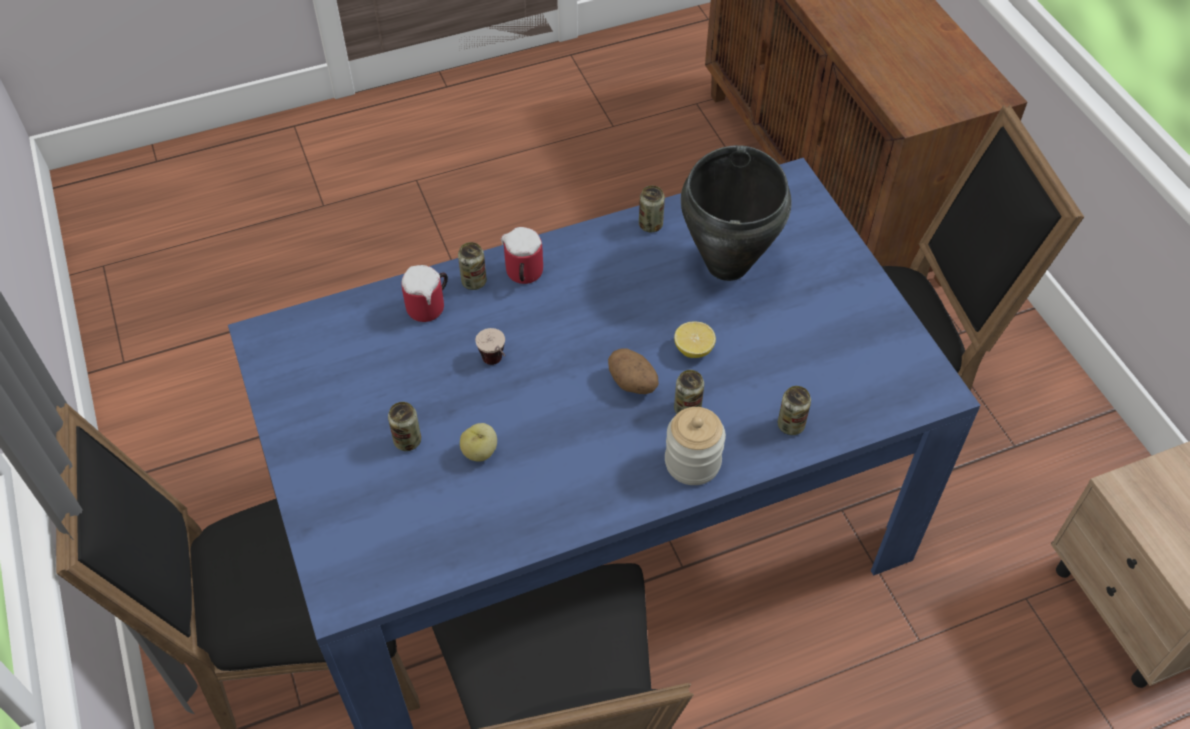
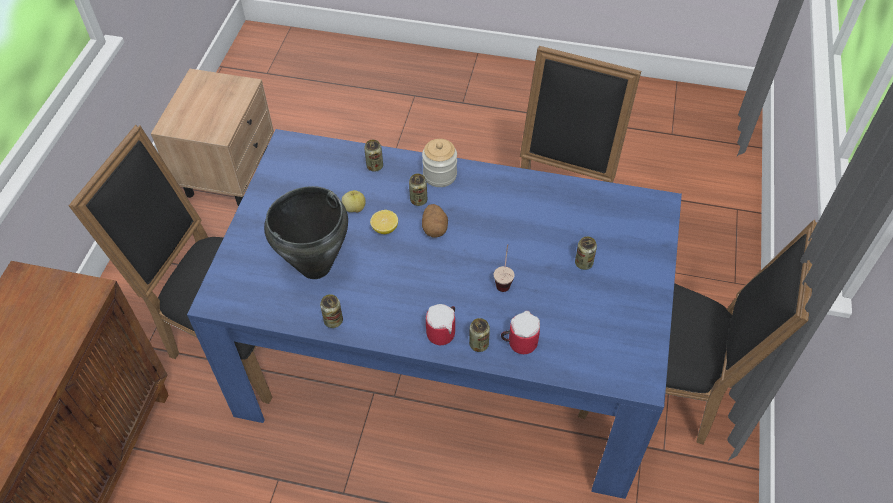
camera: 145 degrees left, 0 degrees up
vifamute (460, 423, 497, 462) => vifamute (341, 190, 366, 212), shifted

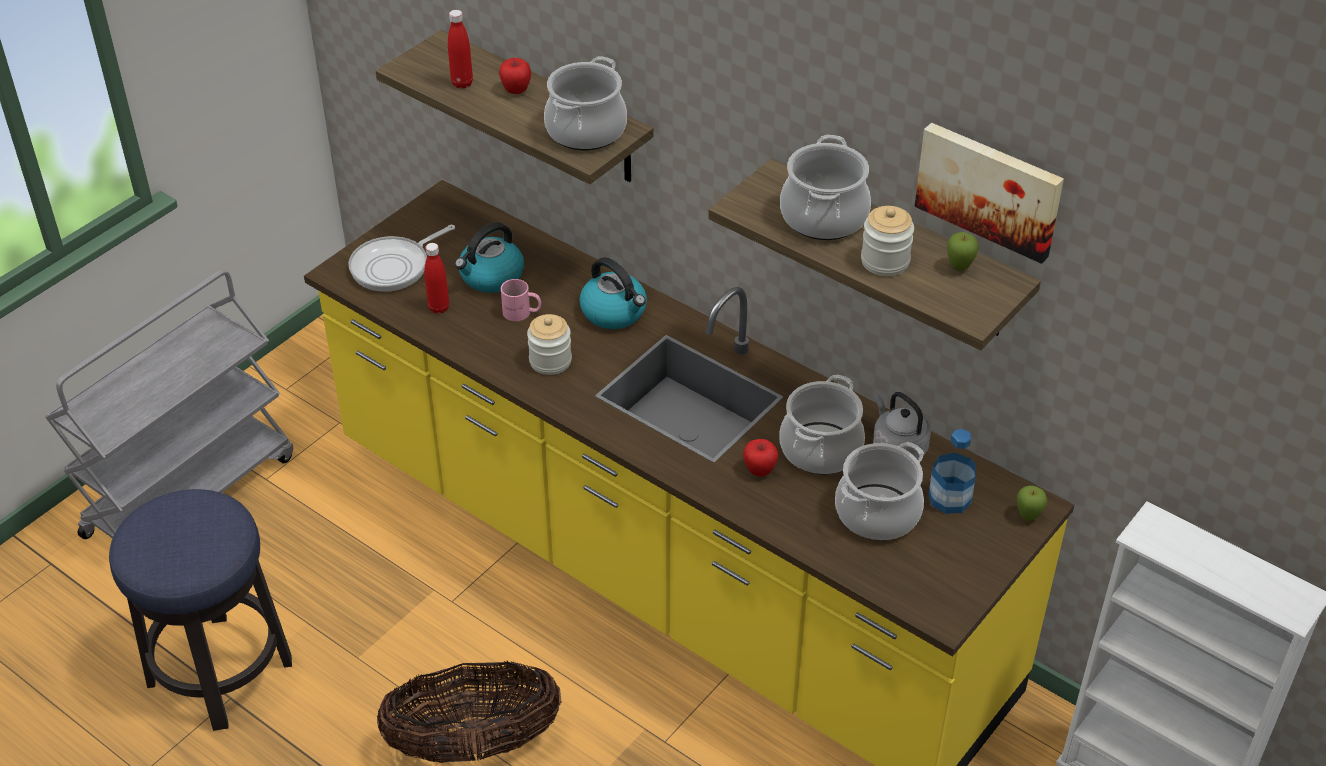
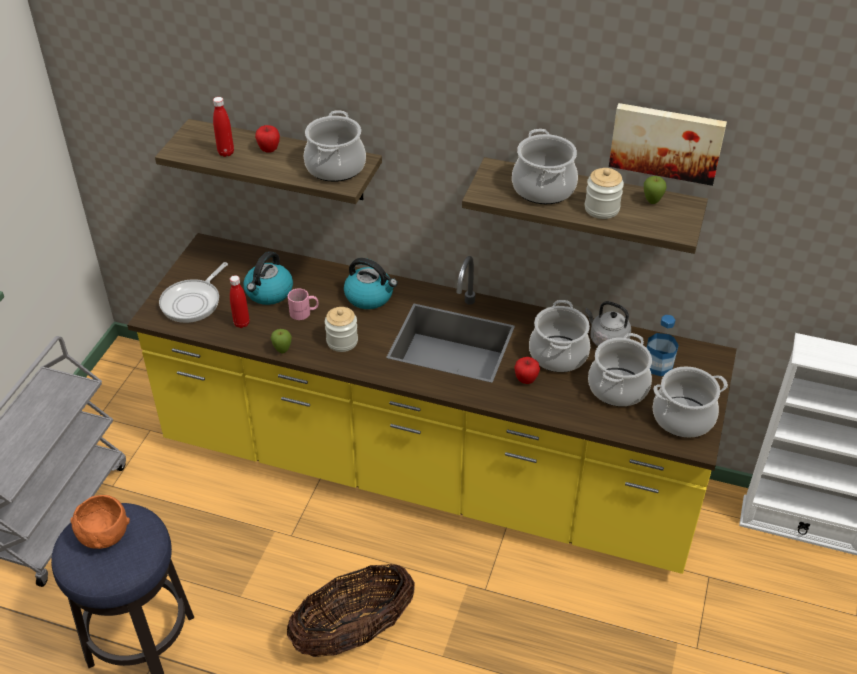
camera: 20 degrees left, 0 degrees up
nothing => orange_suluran (70, 495, 130, 549)
nothing => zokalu (653, 366, 728, 438)
vifamute (1017, 485, 1048, 521) => vifamute (270, 329, 292, 354), shifted

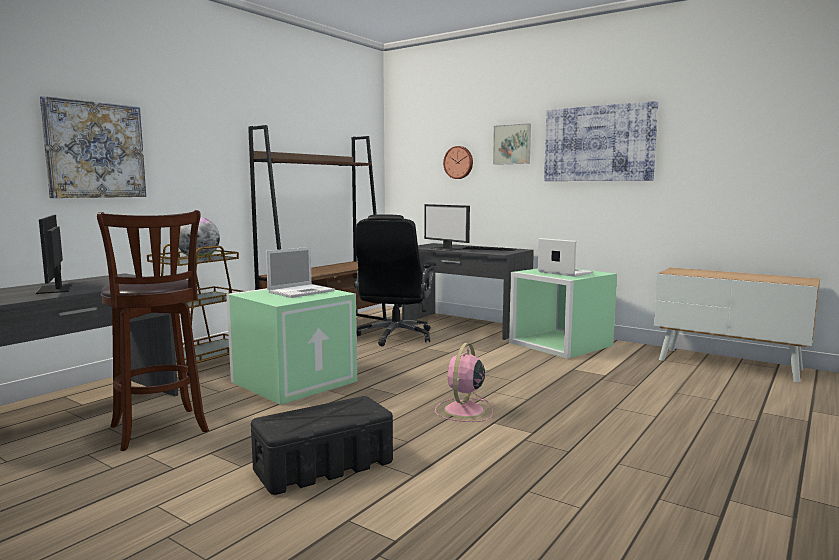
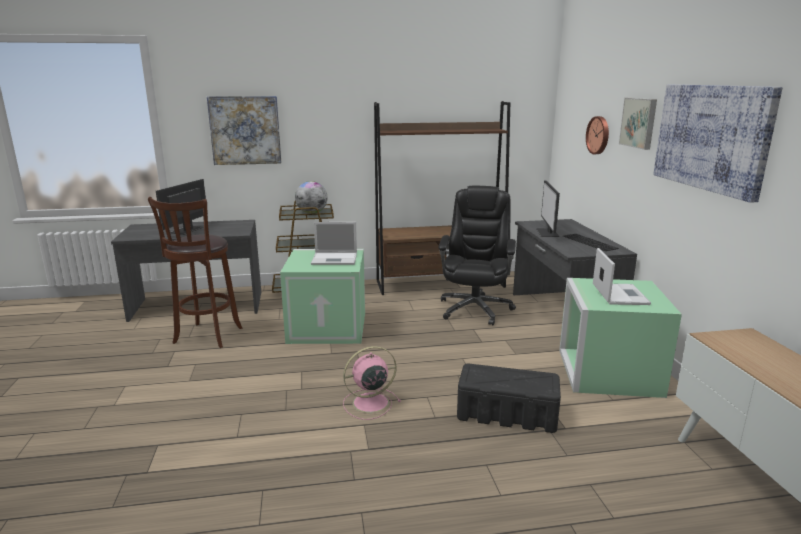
camera: 45 degrees right, 10 degrees up
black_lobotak (251, 396, 393, 495) => black_lobotak (457, 363, 561, 433), shifted
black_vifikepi (354, 214, 436, 346) => black_vifikepi (438, 186, 516, 325), 135 degrees clockwise

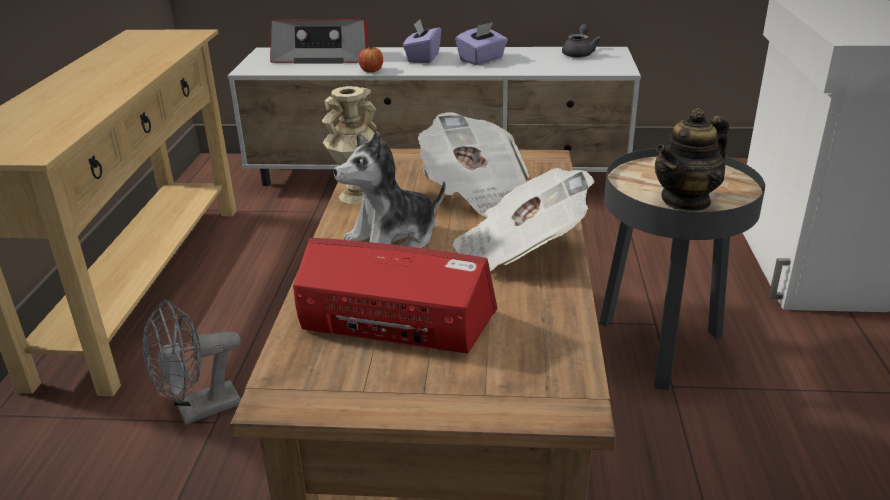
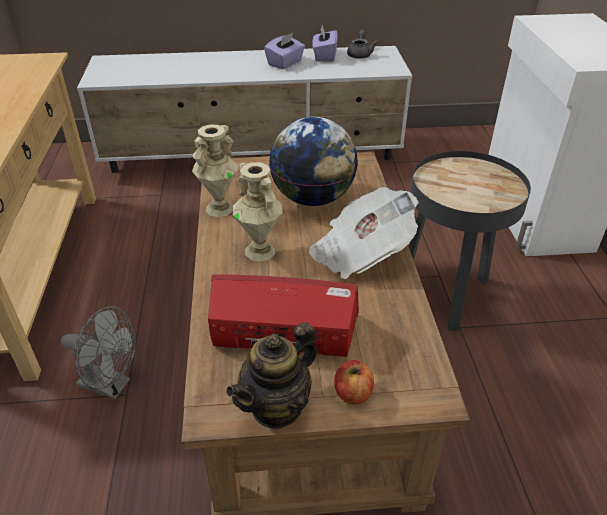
camera: 10 degrees left, 10 degrees up
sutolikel (270, 19, 368, 64) => nothing
vifamute (359, 46, 383, 73) => vifamute (334, 360, 374, 405), shifted
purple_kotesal (403, 19, 441, 63) => purple_kotesal (312, 25, 338, 62), shifted
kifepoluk (655, 108, 729, 211) => kifepoluk (226, 322, 317, 430), shifted
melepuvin (334, 131, 445, 248) => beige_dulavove (233, 162, 283, 262)
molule (418, 112, 529, 217) => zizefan (269, 117, 358, 206)
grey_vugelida (143, 299, 241, 425) => grey_vugelida (61, 306, 136, 399), 120 degrees counterclockwise

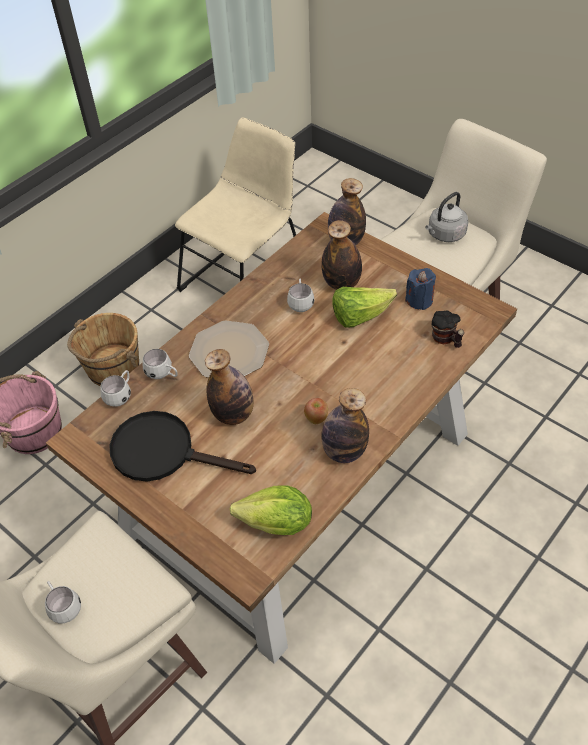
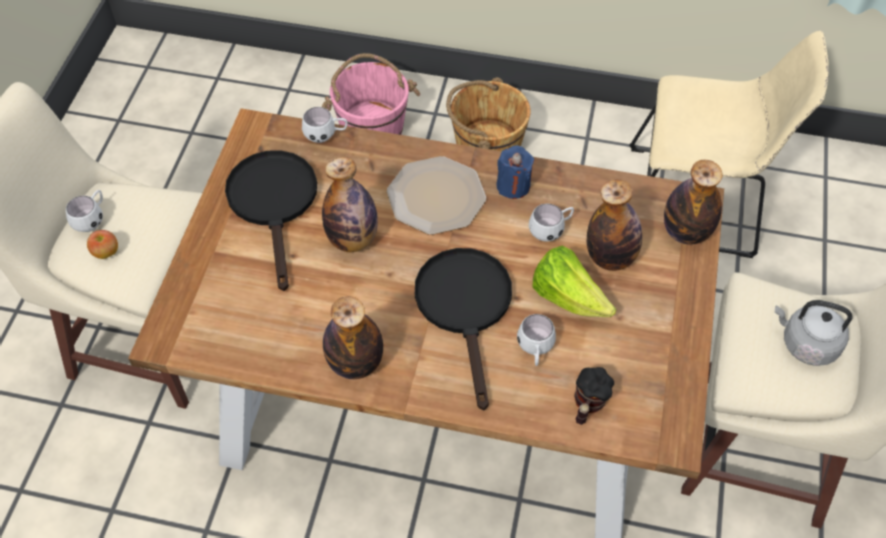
camera: 60 degrees right, 5 degrees up
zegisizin (230, 485, 312, 535) => nothing
nothing => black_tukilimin (415, 248, 512, 411)
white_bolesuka (143, 349, 178, 379) => white_bolesuka (517, 314, 556, 366), shifted
vifamute (304, 398, 328, 424) => vifamute (87, 230, 118, 259), shifted
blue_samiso (405, 268, 436, 310) => blue_samiso (496, 145, 534, 199), shifted

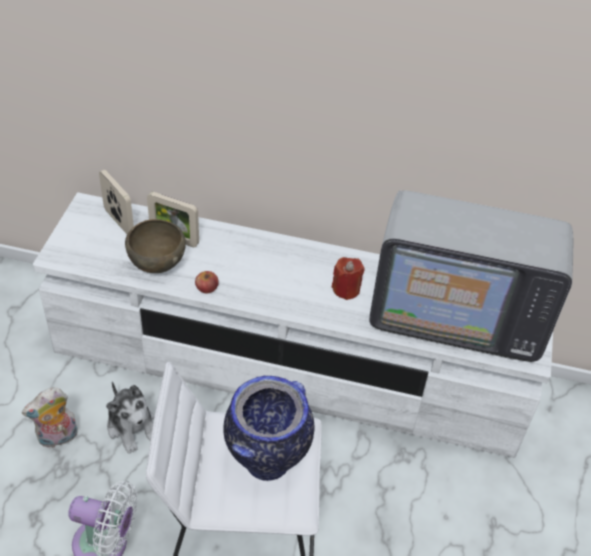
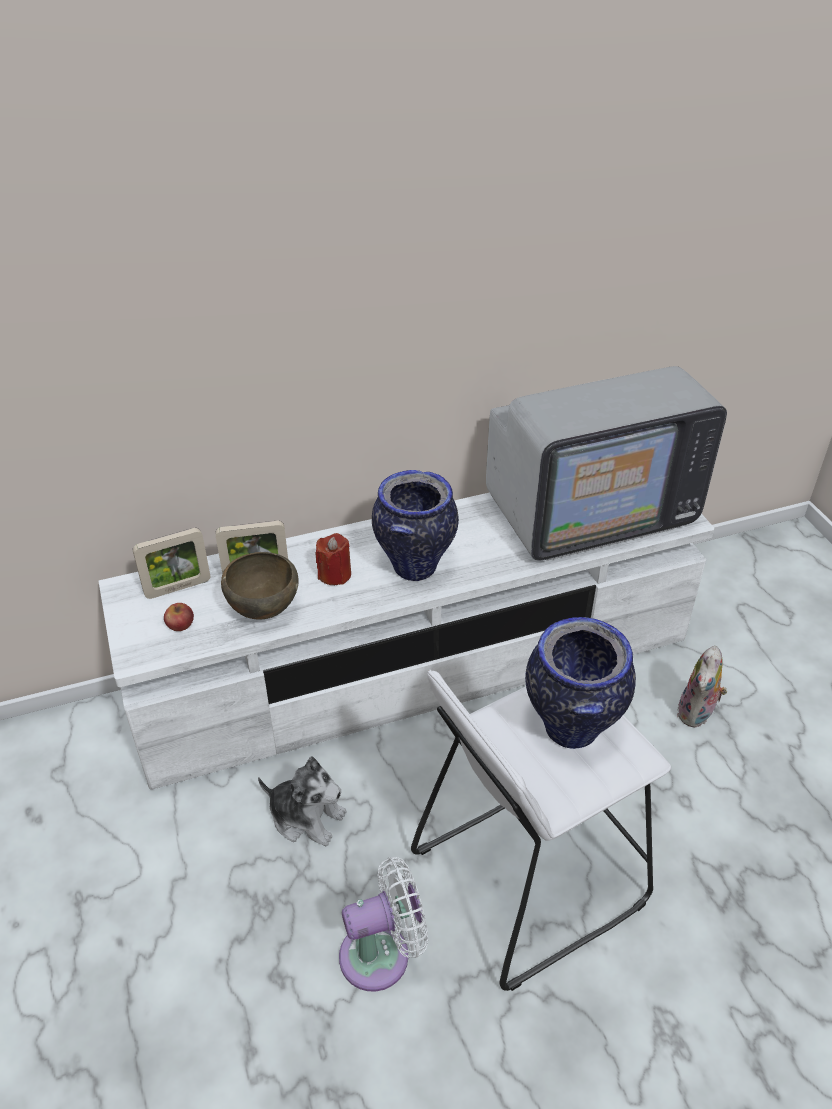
camera: 30 degrees left, 5 degrees down
nothing => dulavove (372, 470, 459, 581)
melepuvin (22, 387, 78, 448) => melepuvin (677, 646, 727, 728), shifted
vifamute (195, 271, 219, 293) => vifamute (164, 603, 194, 631), shifted
red_samiso (332, 257, 365, 300) => red_samiso (316, 533, 351, 585), shifted
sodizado (99, 169, 134, 234) => sodizado (133, 528, 210, 599), 135 degrees clockwise

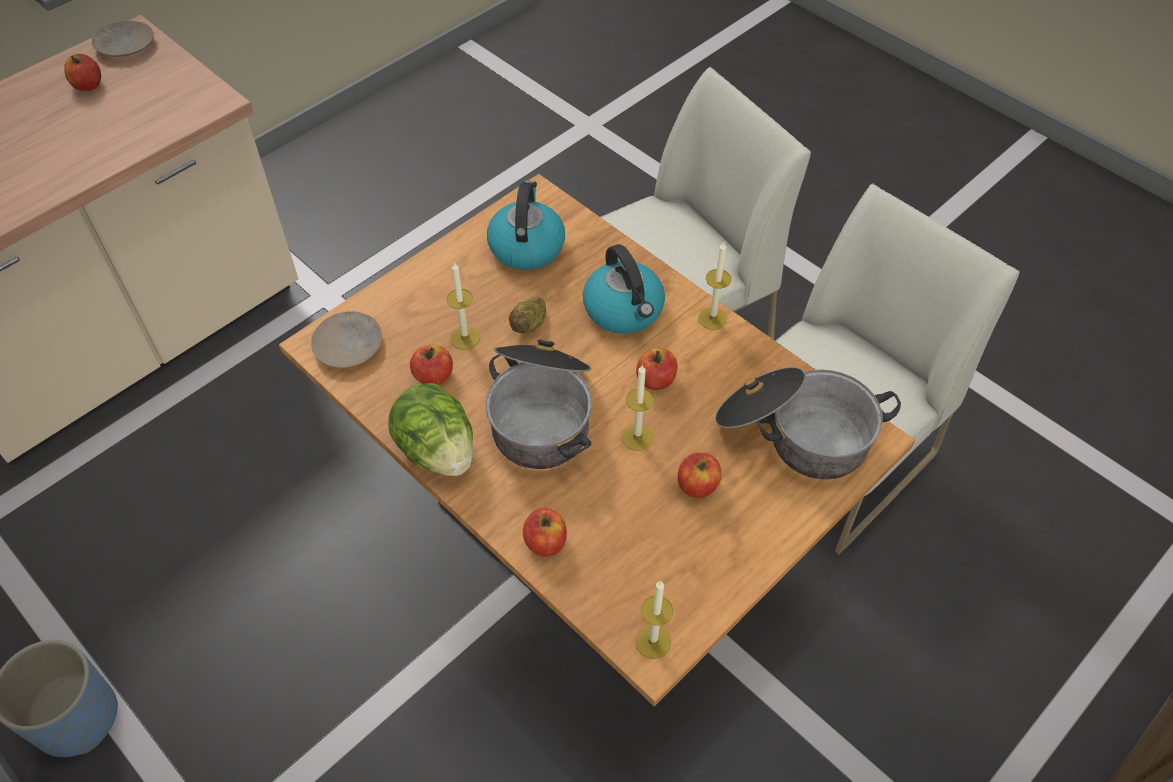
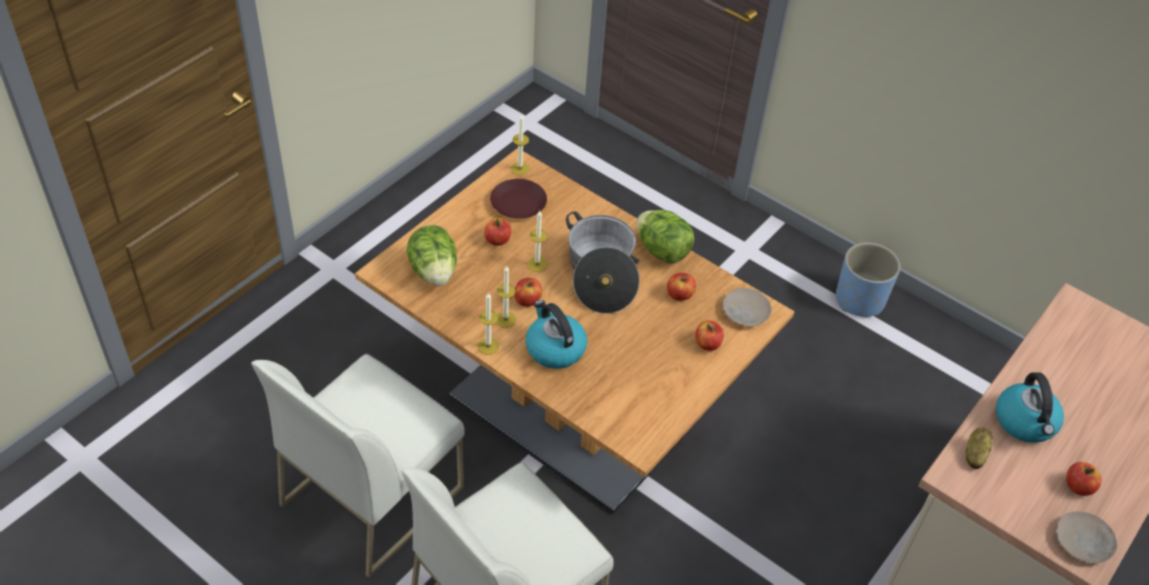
camera: 170 degrees right, 5 degrees down
nothing => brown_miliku (490, 179, 547, 219)
samiso (447, 262, 480, 350) => samiso (496, 266, 516, 328), shifted
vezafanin (487, 180, 565, 270) => vezafanin (996, 372, 1064, 443), shifted
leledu (509, 297, 546, 333) => leledu (965, 427, 993, 469), shifted
vifamute (523, 508, 567, 557) => vifamute (696, 320, 724, 351), shifted
zokalu (715, 367, 901, 479) => zegisizin (406, 225, 457, 286)

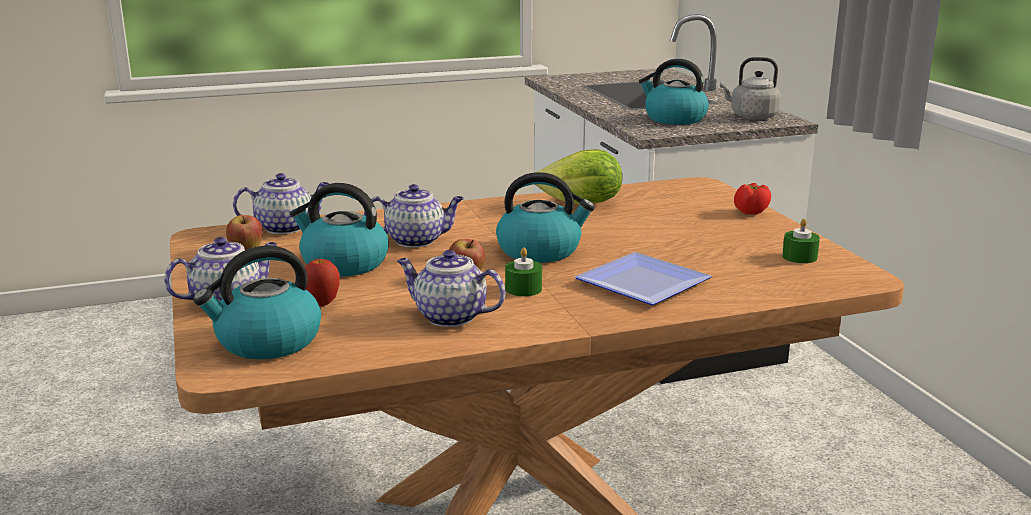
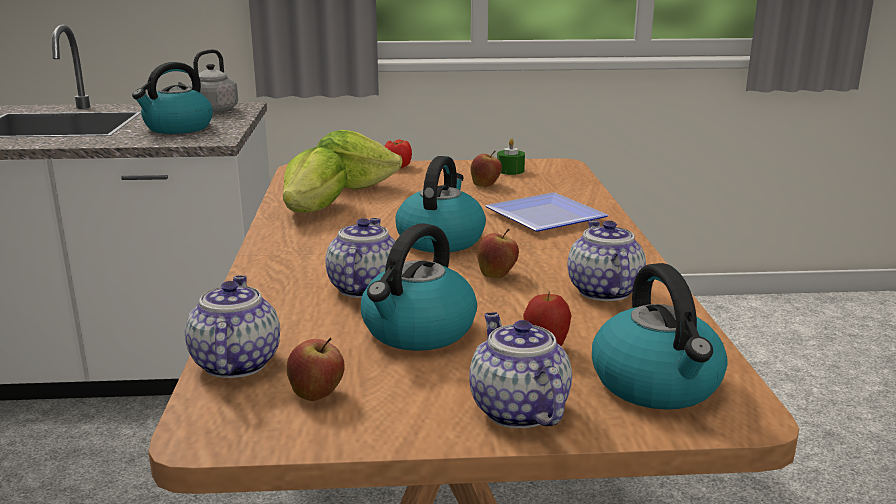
camera: 75 degrees left, 0 degrees up
green_samiso (505, 248, 542, 296) => nothing
nothing => zegisizin (317, 130, 403, 190)
nothing => vifamute (471, 151, 502, 187)
kifepoluk (397, 250, 505, 327) => kifepoluk (567, 220, 646, 301), 135 degrees clockwise

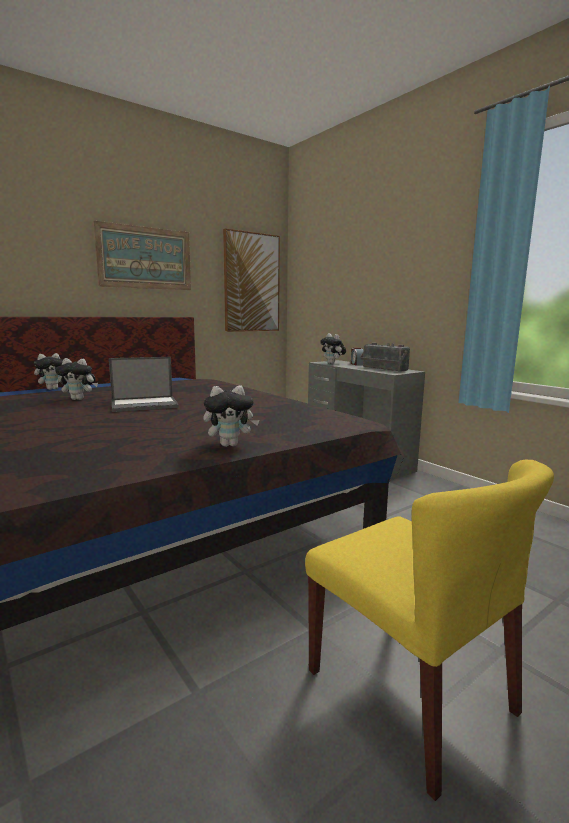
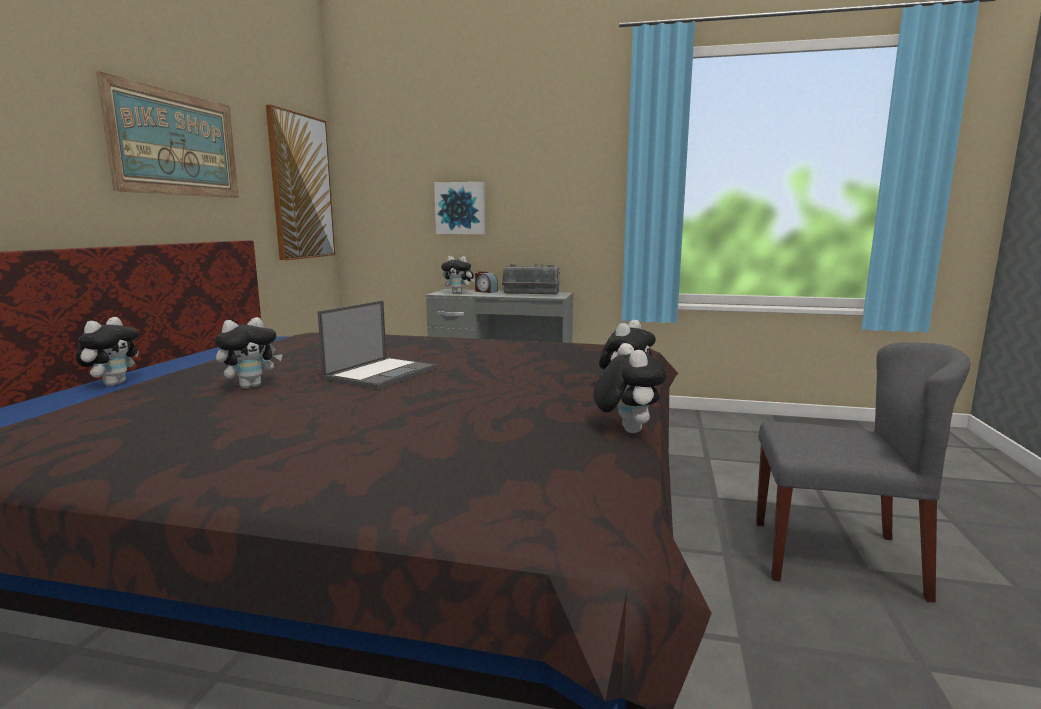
camera: 40 degrees left, 0 degrees up
nothing => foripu (434, 182, 485, 234)
nothing => melepuvin (593, 343, 666, 433)
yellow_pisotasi (305, 459, 554, 801) => grey_pisotasi (756, 342, 970, 603)

